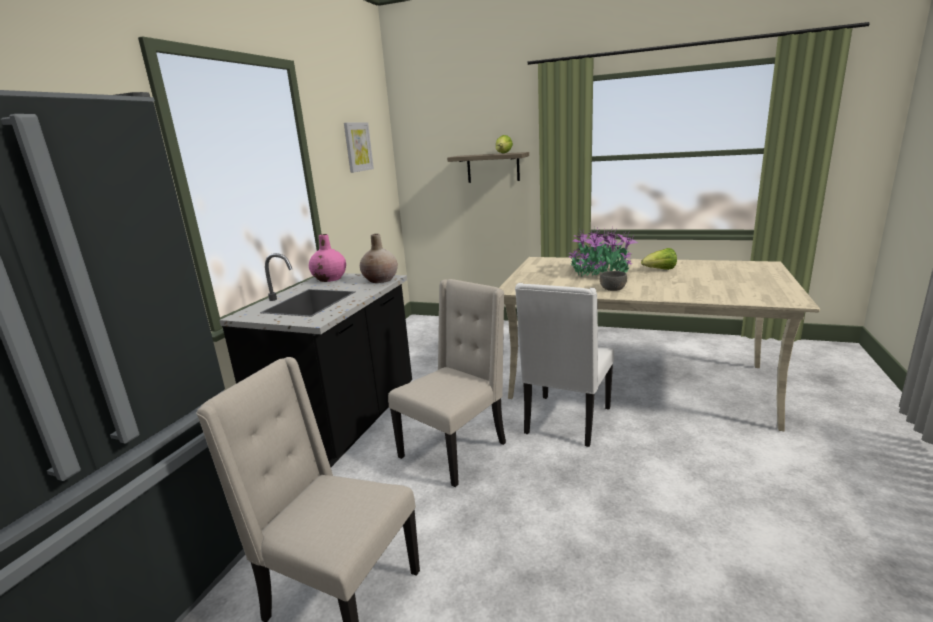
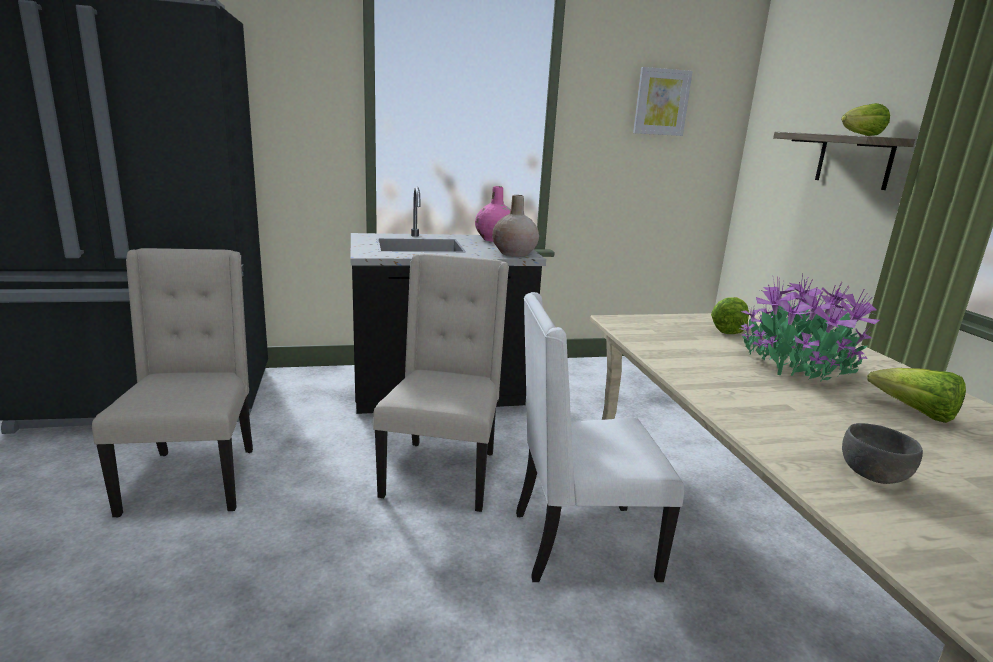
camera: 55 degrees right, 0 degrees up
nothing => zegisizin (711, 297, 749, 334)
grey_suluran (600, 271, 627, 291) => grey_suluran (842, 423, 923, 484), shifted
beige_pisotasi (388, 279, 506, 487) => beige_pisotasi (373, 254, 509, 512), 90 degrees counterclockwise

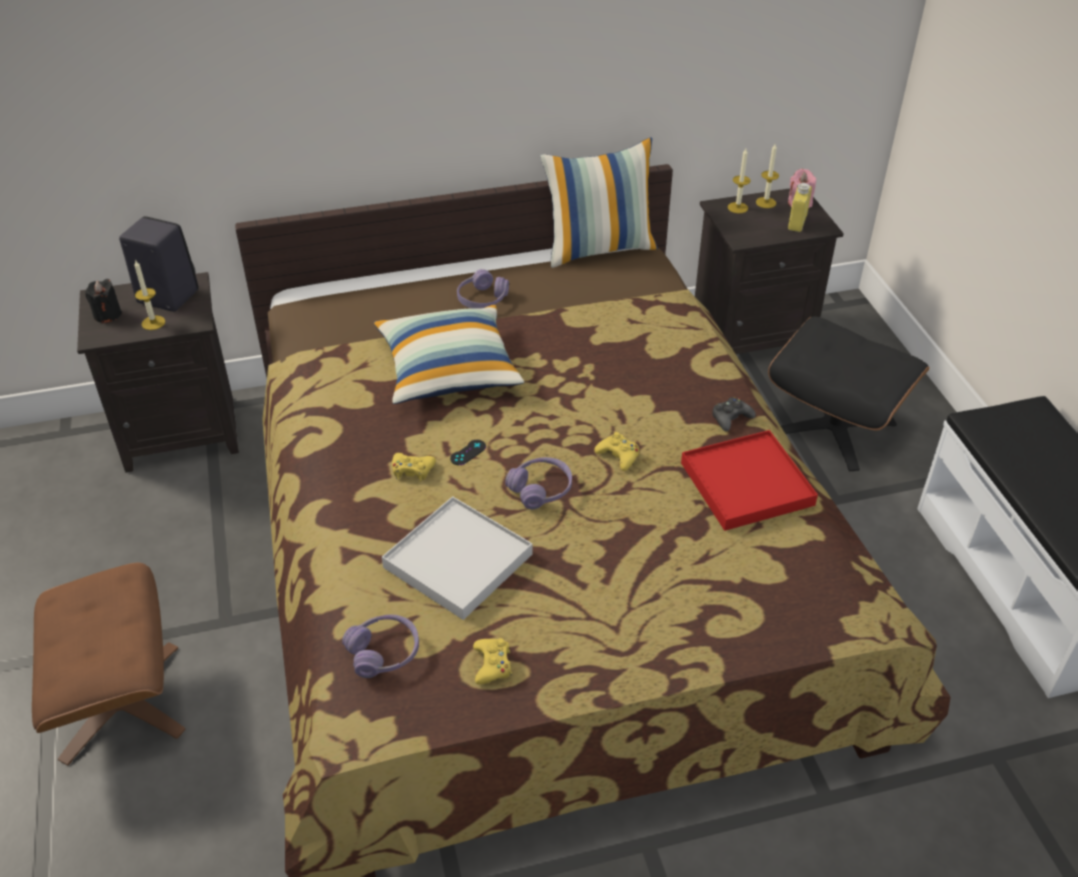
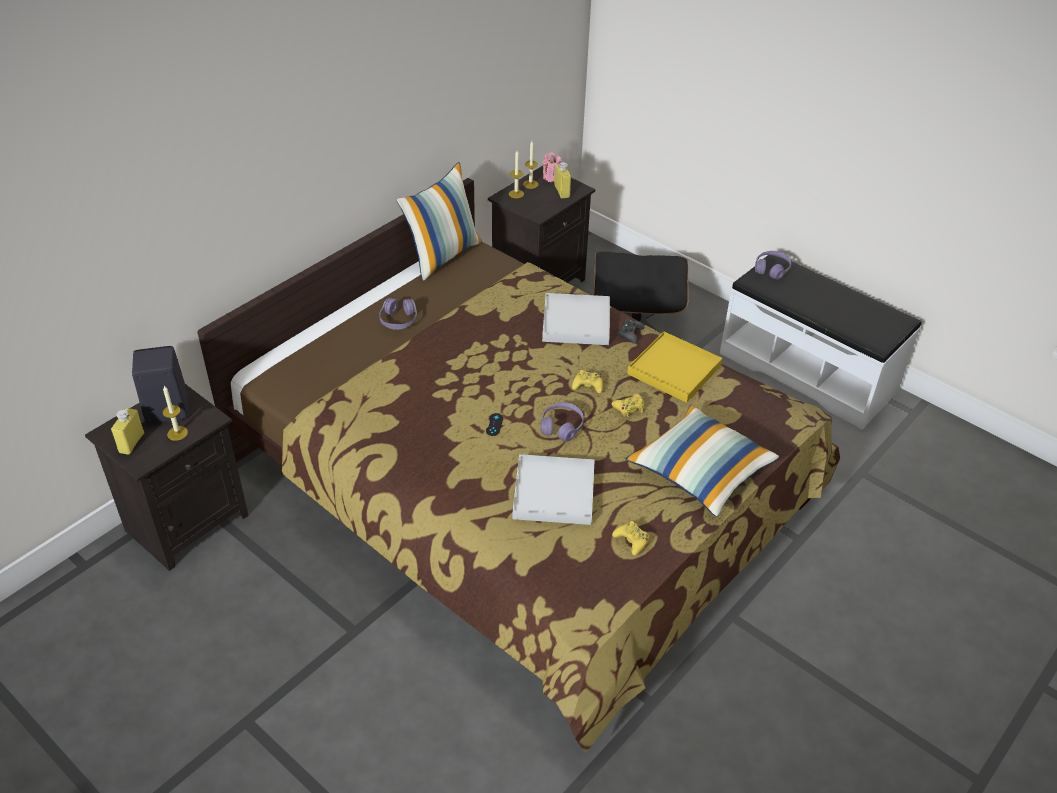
camera: 35 degrees left, 0 degrees up
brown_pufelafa (32, 563, 185, 766) => nothing
nothing => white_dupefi (542, 293, 610, 345)
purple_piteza (342, 615, 419, 678) => purple_piteza (755, 251, 791, 280), shifted
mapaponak (374, 304, 524, 404) => mapaponak (626, 405, 779, 517), shifted
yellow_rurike (392, 453, 436, 482) => yellow_rurike (611, 394, 644, 417), shifted
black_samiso (85, 279, 122, 323) => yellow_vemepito (111, 408, 144, 455)
red_dupefi (681, 430, 818, 531) => yellow_dupefi (627, 332, 722, 403)

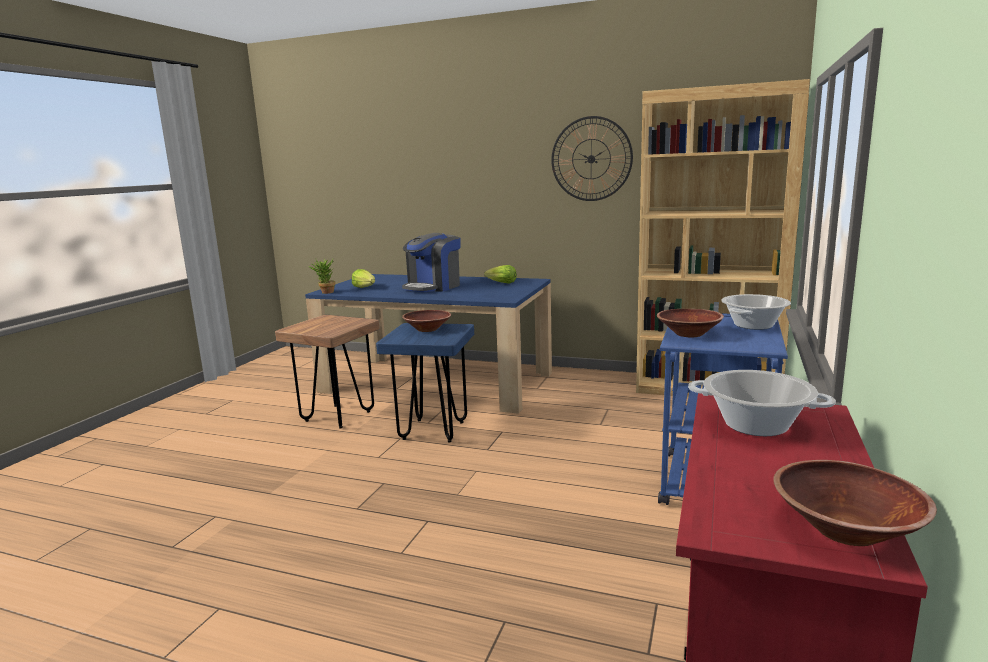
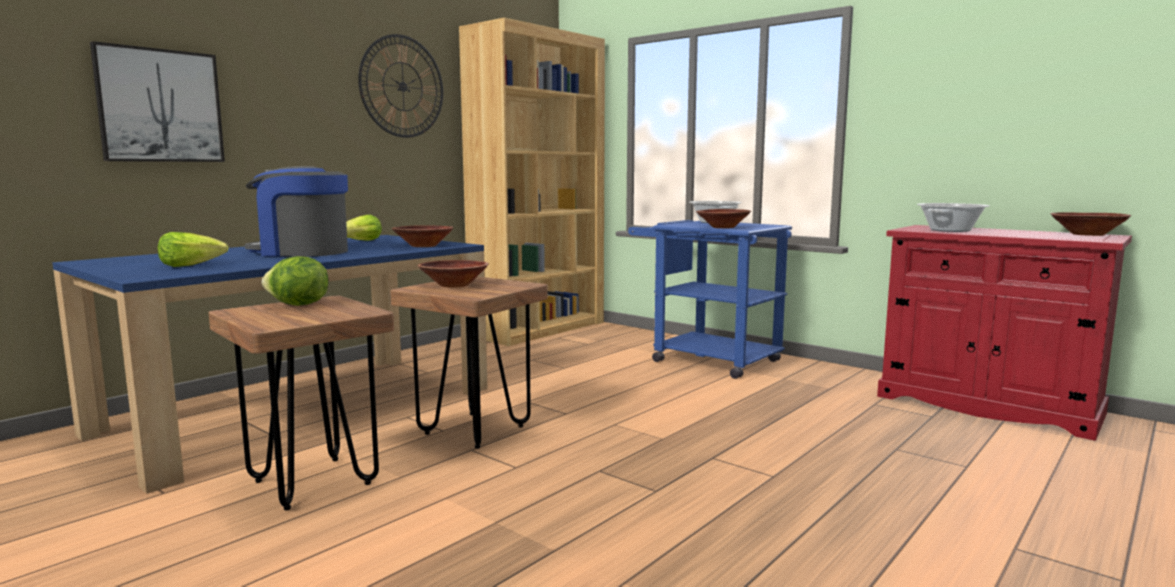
camera: 70 degrees left, 5 degrees down
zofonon (308, 258, 335, 294) => nothing
nothing => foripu (90, 41, 225, 162)
nothing => zegisizin (262, 256, 328, 306)
nothing => brown_suluran (392, 225, 454, 247)
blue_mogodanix (376, 323, 474, 443) => brown_mogodanix (390, 277, 548, 449)
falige (402, 233, 461, 292) => falige (245, 166, 348, 257), 135 degrees clockwise

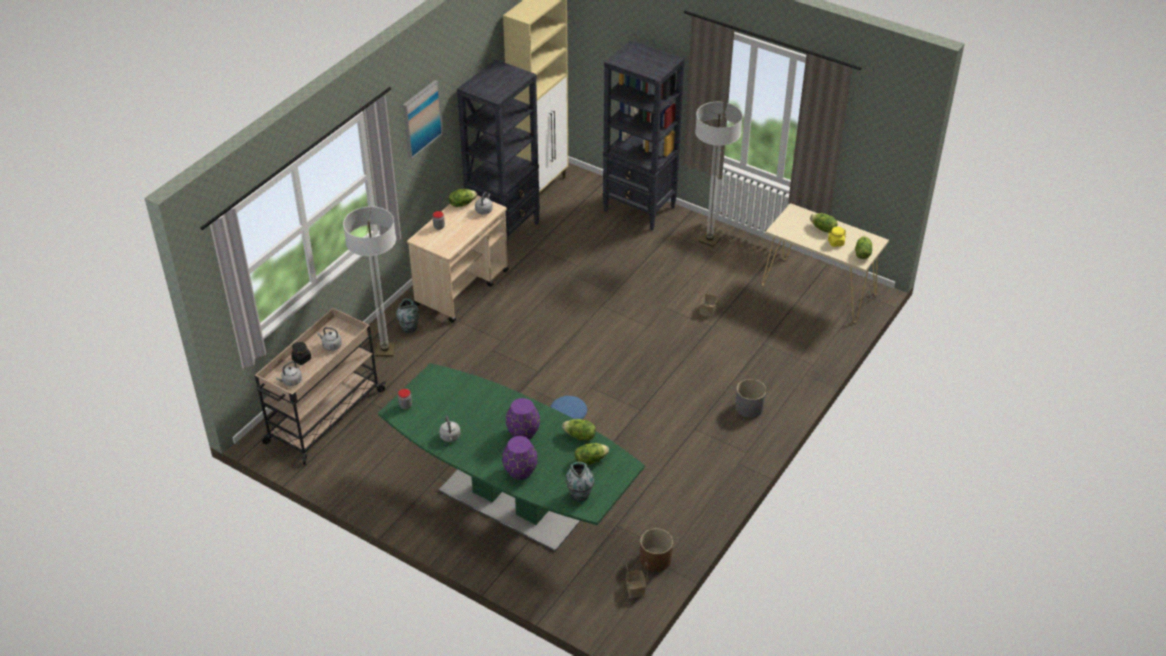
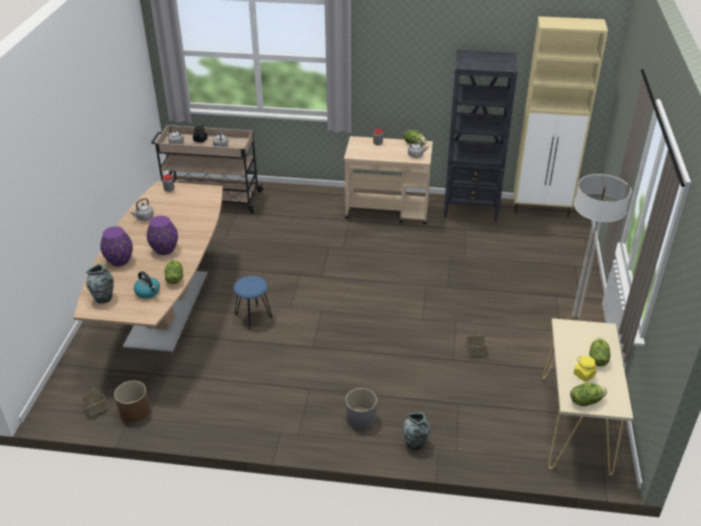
camera: 65 degrees right, 5 degrees down
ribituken (343, 206, 396, 357) => nothing
foripu (403, 80, 443, 159) => nothing
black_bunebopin (603, 40, 685, 230) => nothing
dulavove (396, 298, 420, 333) => dulavove (402, 412, 430, 450), shifted
zegisizin (575, 443, 609, 465) => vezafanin (134, 271, 160, 299)
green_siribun (378, 363, 645, 552) => brown_siribun (74, 181, 223, 353)

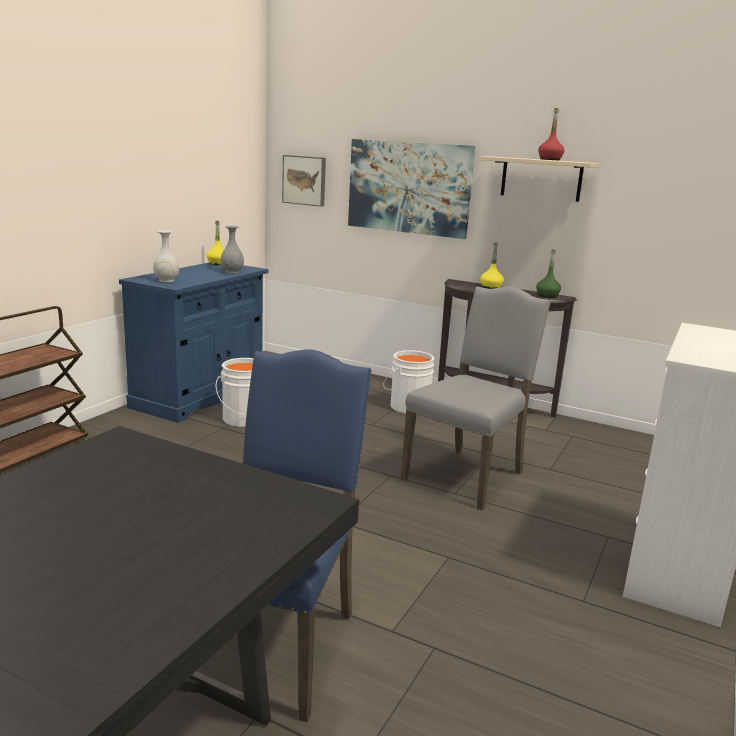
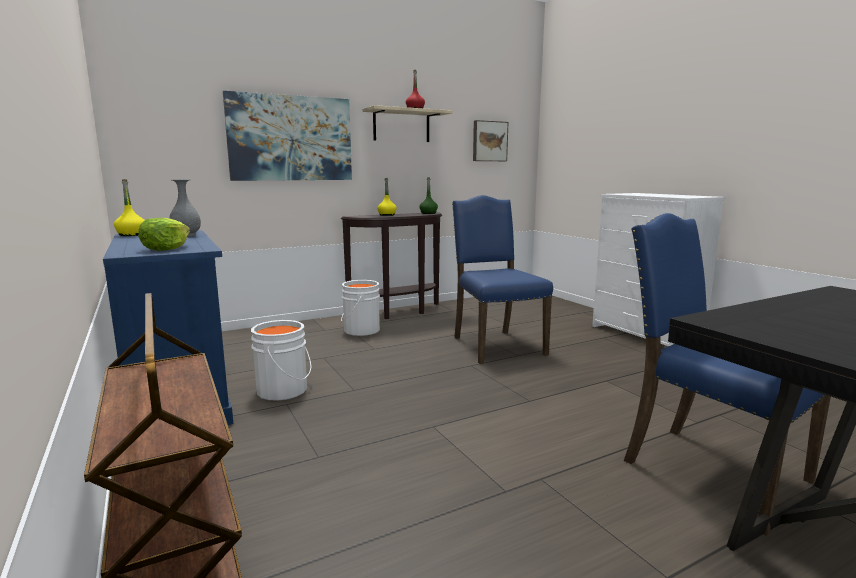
camera: 55 degrees left, 5 degrees down
foripu (282, 155, 326, 207) => foripu (473, 120, 508, 161), shifted
white_dulavove (153, 230, 179, 282) => zegisizin (138, 218, 190, 251)
grey_pisotasi (401, 286, 551, 510) => blue_pisotasi (452, 195, 553, 364)

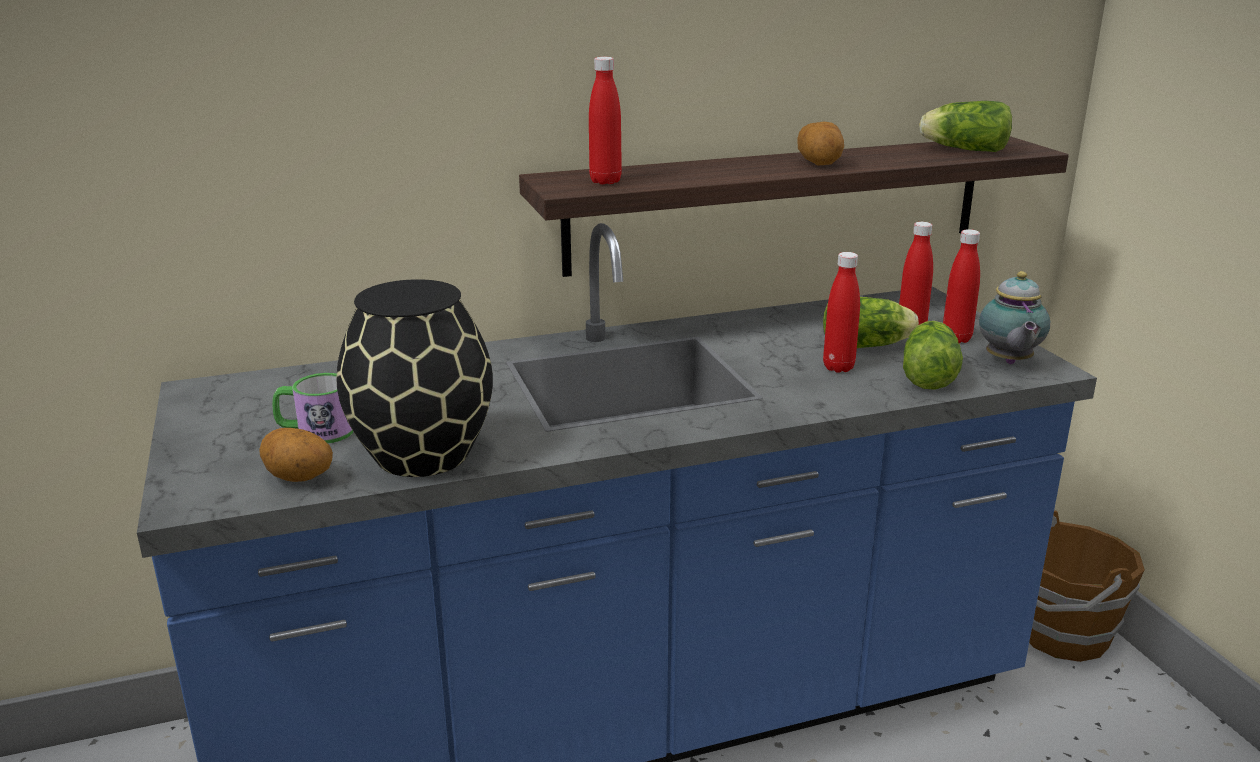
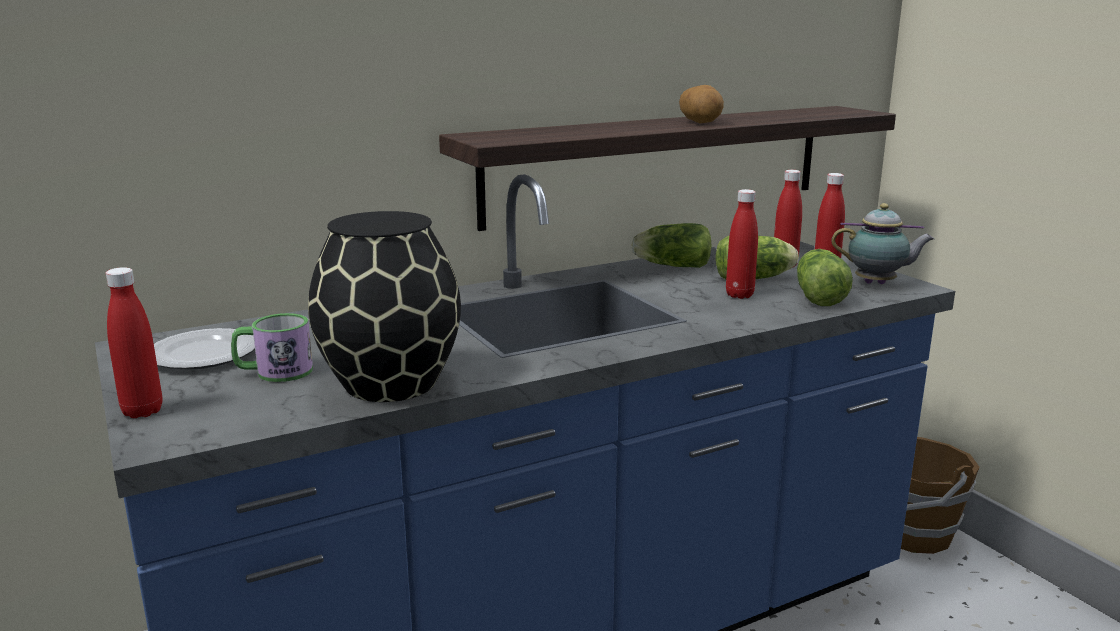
camera: 10 degrees left, 5 degrees down
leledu (259, 428, 333, 482) => nothing
nothing => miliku (154, 328, 255, 370)
red_vemepito (589, 57, 622, 184) => red_vemepito (106, 267, 163, 418), shifted
zegisizin (919, 101, 1012, 152) => zegisizin (631, 223, 712, 268), shifted
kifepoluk (979, 271, 1050, 364) => kifepoluk (831, 203, 934, 284), 75 degrees counterclockwise

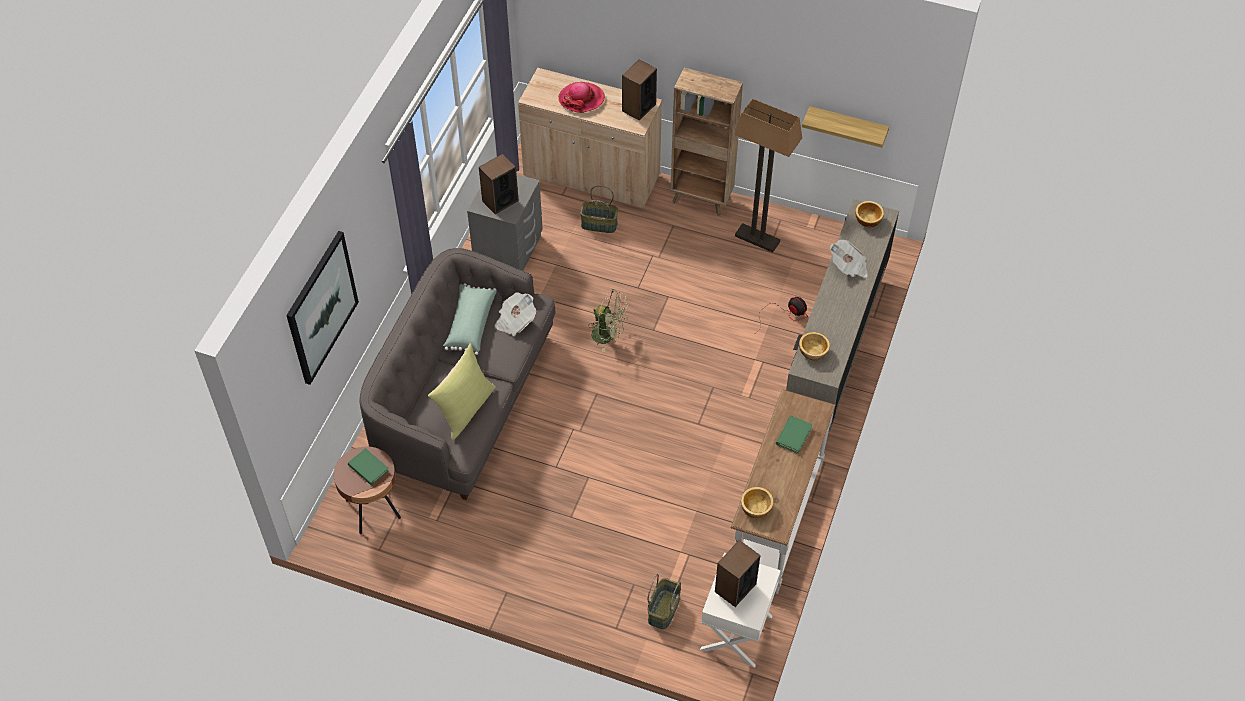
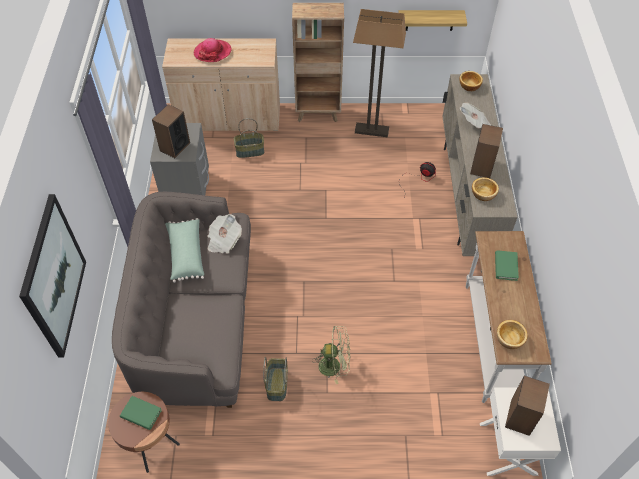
camera: 20 degrees left, 0 degrees up
yellow_mapaponak (428, 343, 496, 440) => nothing
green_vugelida (588, 289, 629, 352) => green_vugelida (312, 326, 350, 384), shifted
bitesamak (622, 60, 657, 121) => bitesamak (470, 124, 503, 178), shifted
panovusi (648, 574, 681, 629) => panovusi (263, 357, 288, 401), shifted

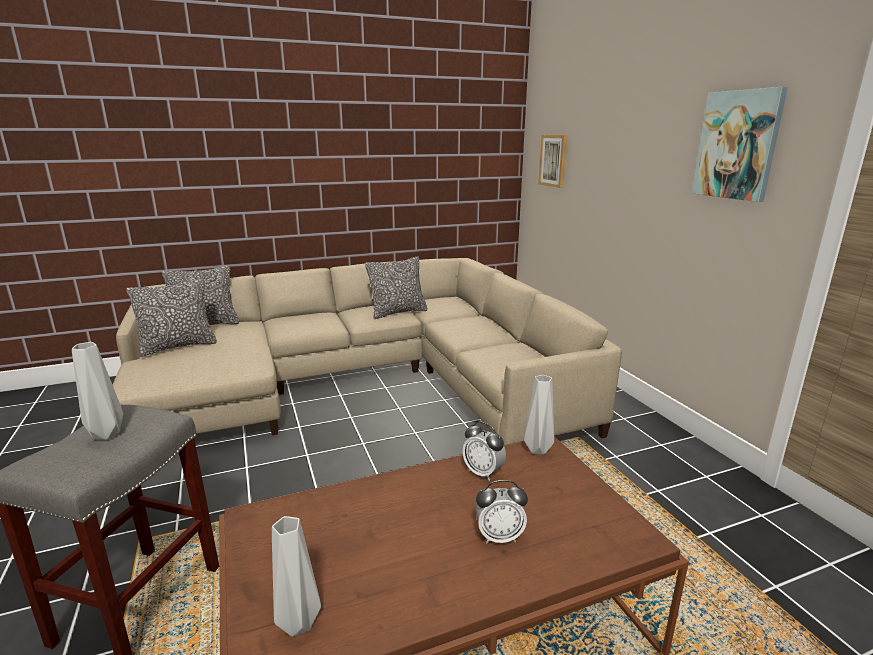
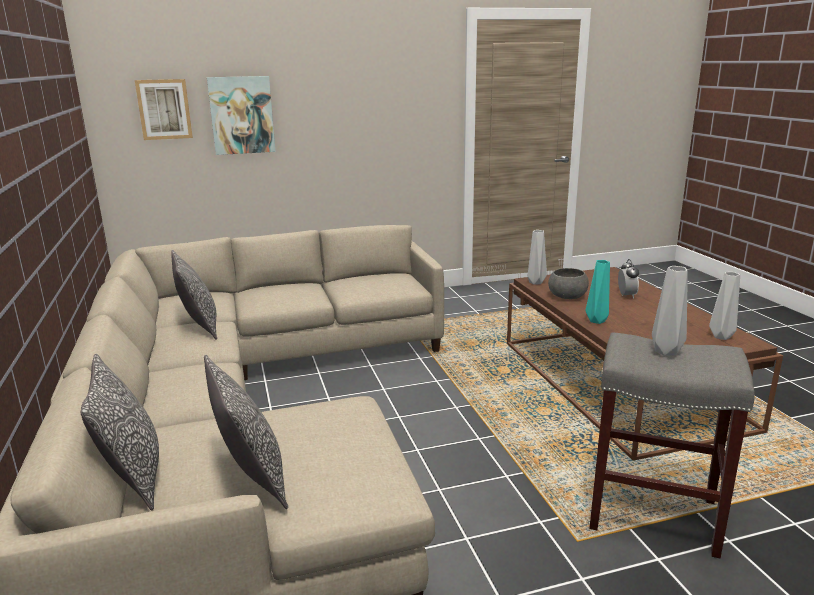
camera: 85 degrees left, 0 degrees up
nothing => turquoise_dulavove (586, 260, 610, 324)
foripu (692, 87, 788, 202) => foripu (207, 76, 276, 155), shifted
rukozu (462, 421, 506, 481) => grey_suluran (548, 268, 589, 299)

